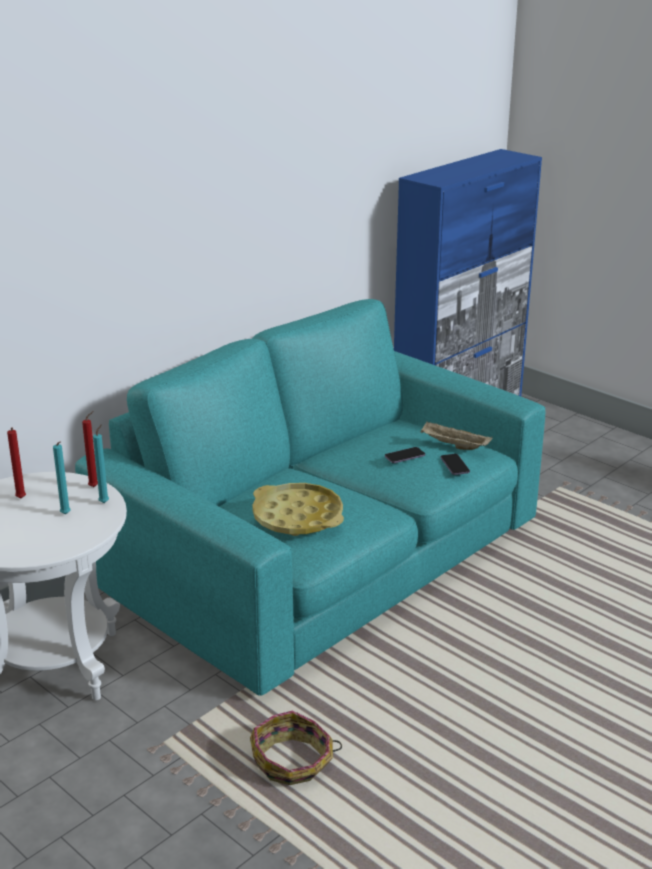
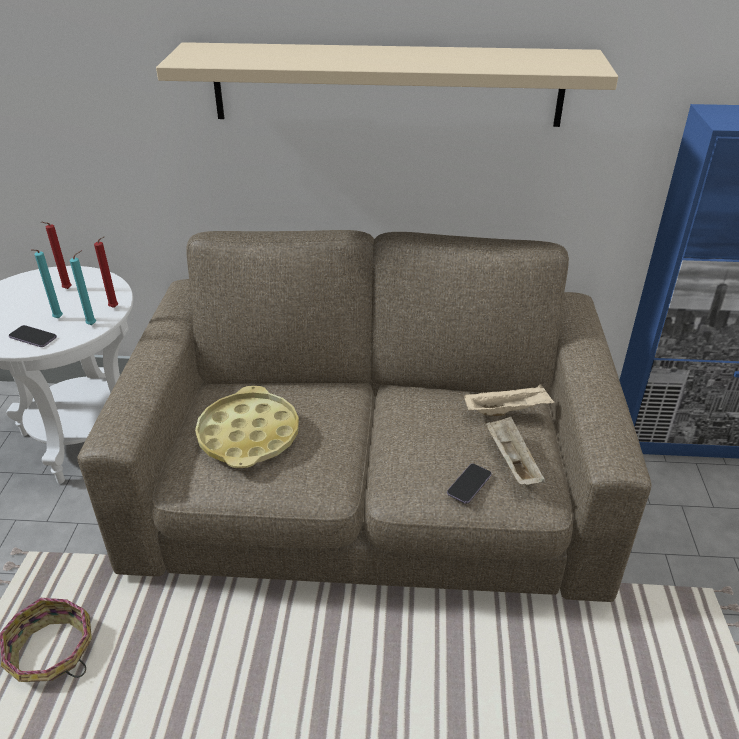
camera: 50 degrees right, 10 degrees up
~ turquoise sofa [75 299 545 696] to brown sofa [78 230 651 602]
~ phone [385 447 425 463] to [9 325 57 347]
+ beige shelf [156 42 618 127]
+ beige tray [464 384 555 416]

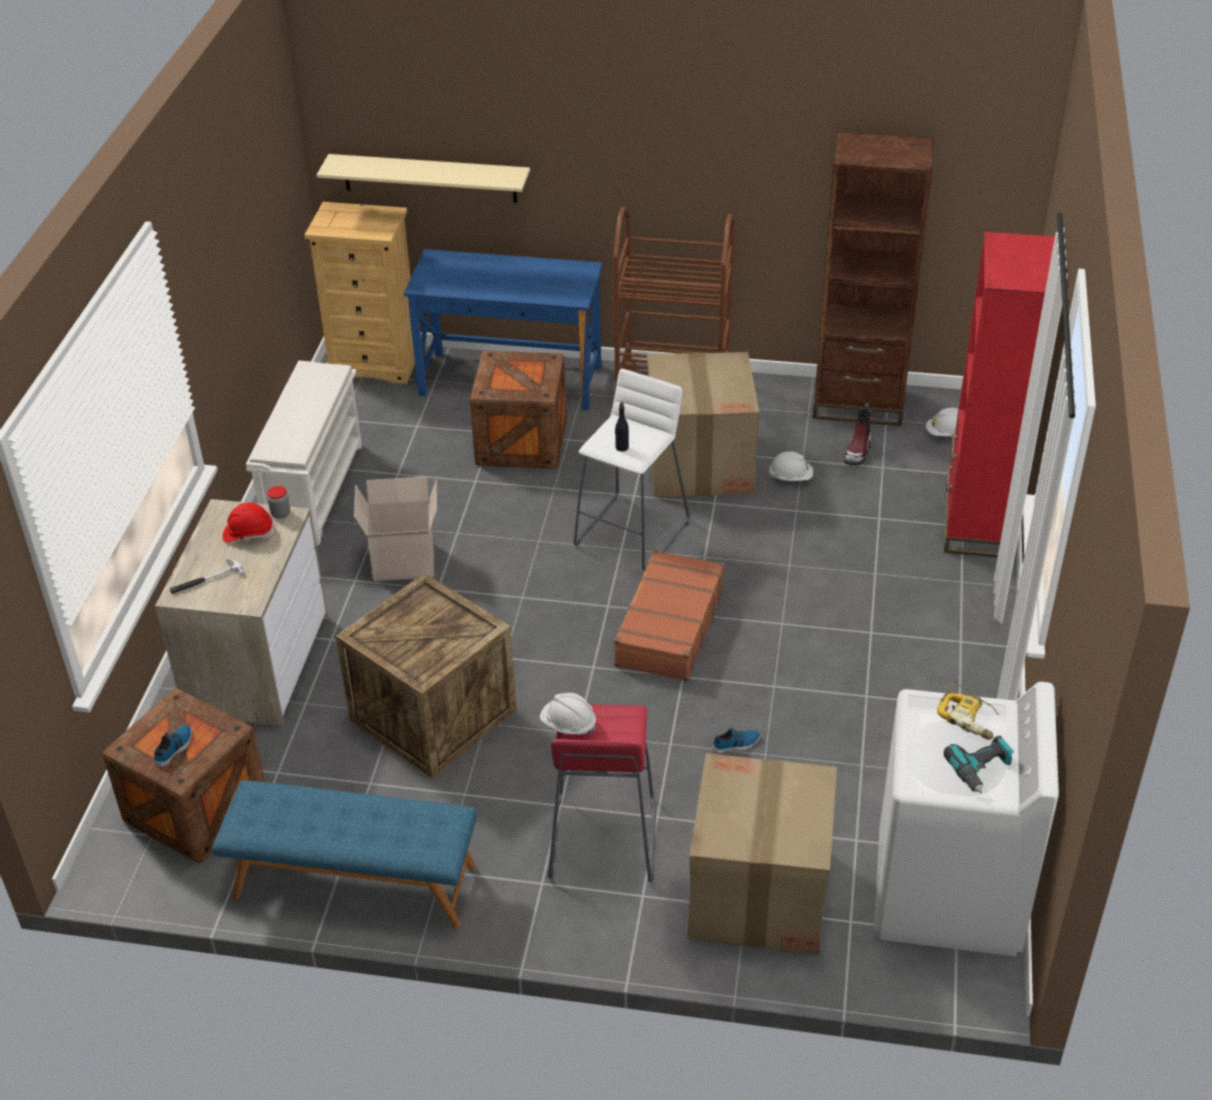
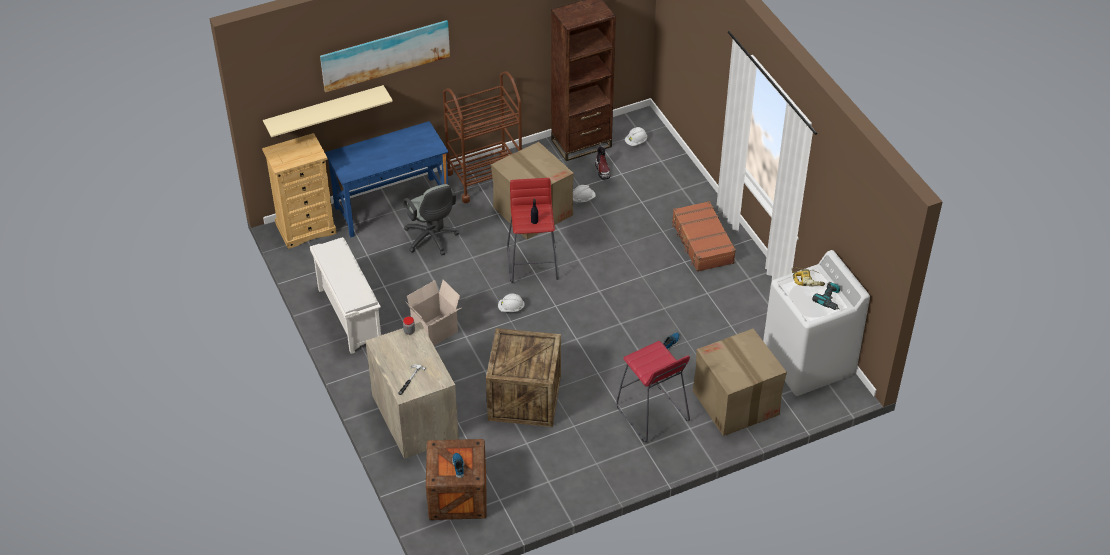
camera: 35 degrees left, 5 degrees up
- blue bench [212 780 477 928]
- red hard hat [223 503 275 543]
~ crate [470 350 567 469] to grey office chair [403 184 459 255]
~ white hard hat [540 693 596 735] to [498 294 525 312]
~ white stool [574 369 690 570] to red stool [507 178 559 283]
~ brown suitcase [612 550 724 681] to [672 201 736 272]
- red bookcase [944 232 1055 558]
+ picture [320 20 450 92]

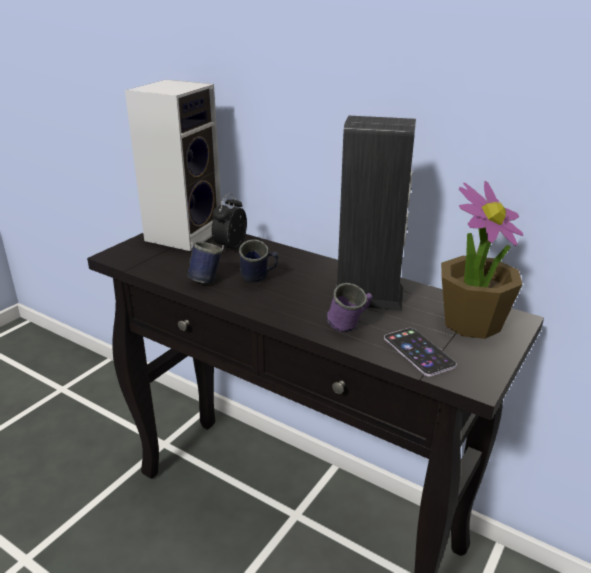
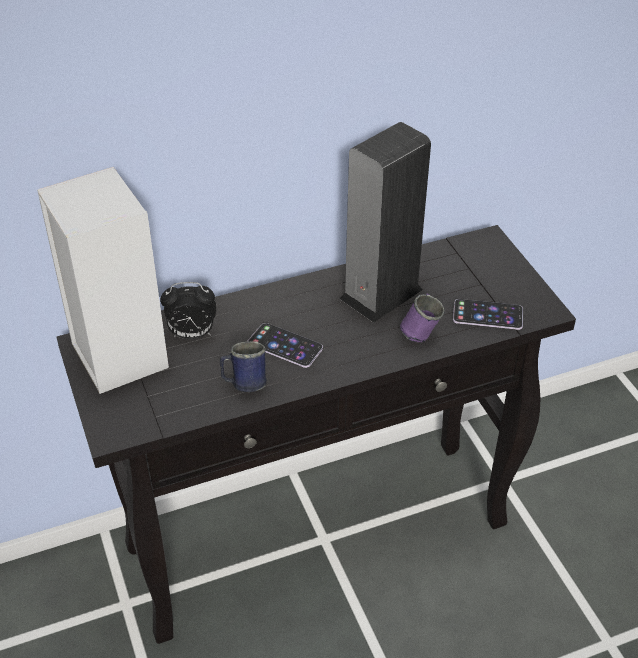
camera: 55 degrees left, 15 degrees up
~ alarm clock [212 193 247 252] = [160 282 216 339] 60 degrees counterclockwise
~ blue mug [239 239 278 283] to phone [248 323 323 368]
- potted plant [441 181 523 339]

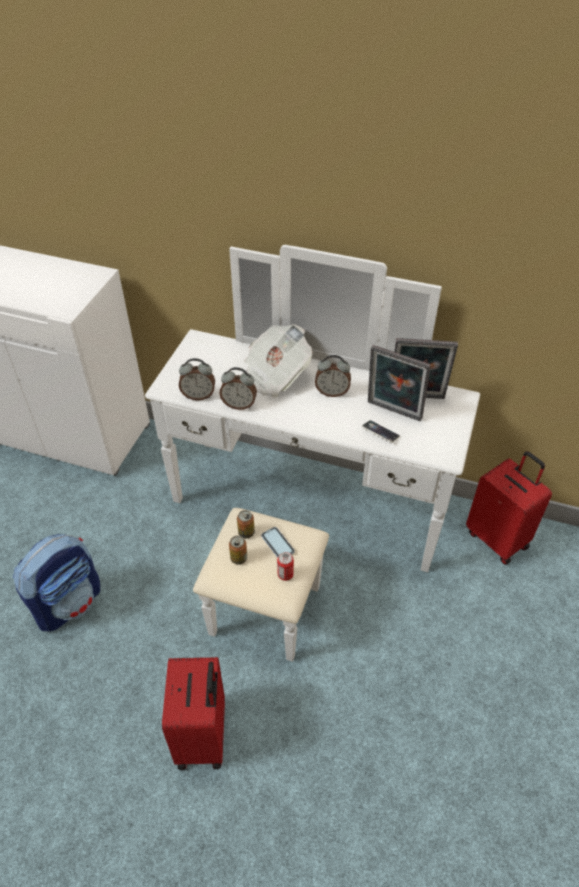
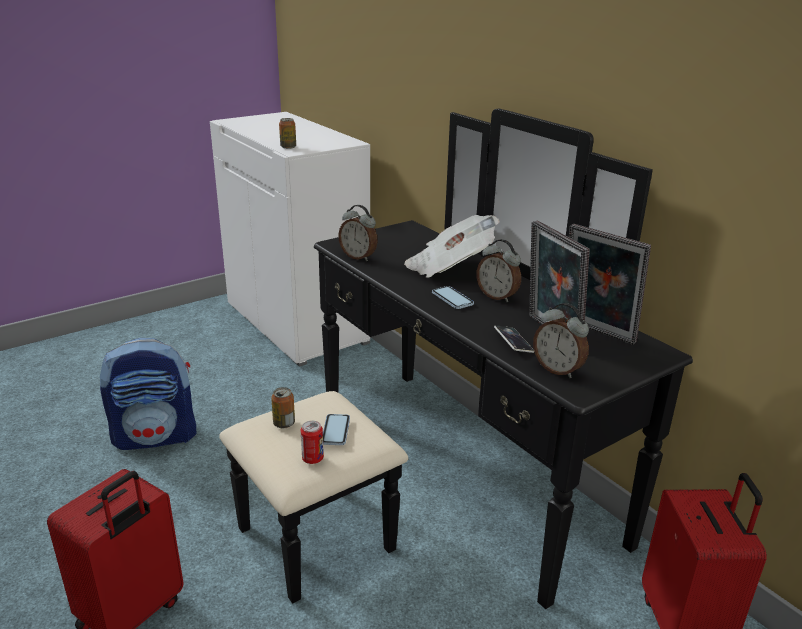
camera: 35 degrees right, 20 degrees down
~ white dresser [145 245 480 662] to black dresser [219 108 693 609]
~ alarm clock [219 367 257 410] to [533 303 589 378]
~ can [237 510 255 538] to [279 118 296 149]
+ phone [432 286 474 309]

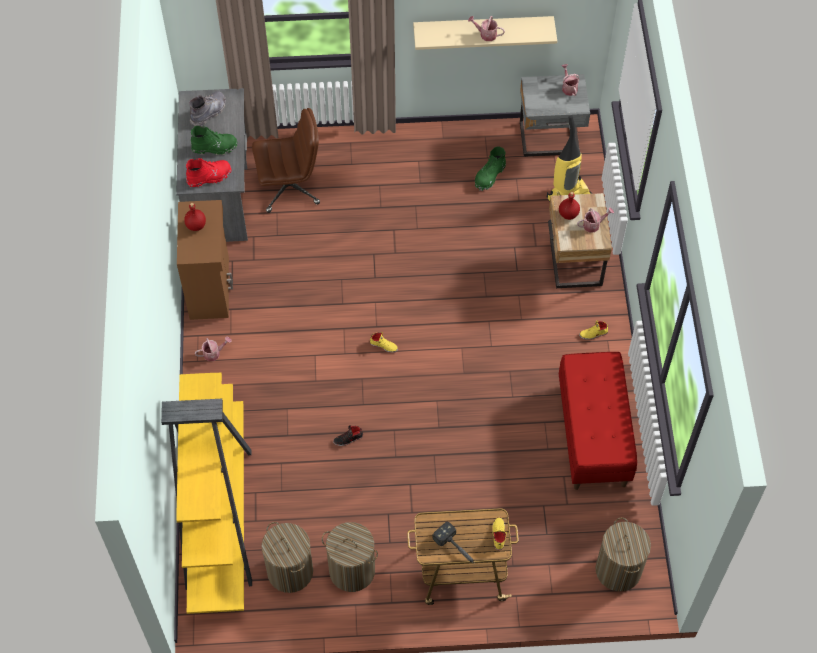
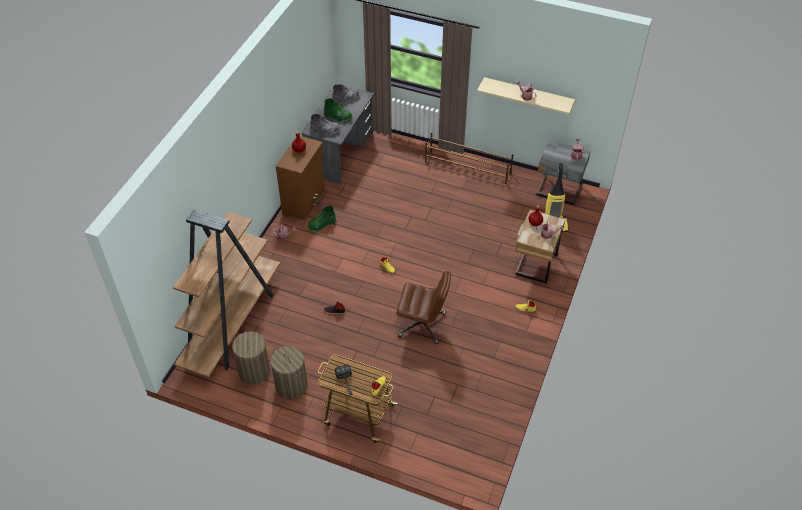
camera: 25 degrees right, 10 degrees down
~ yellow bookcase [161 373 252 614] to brown bookcase [173 209 280 377]
~ red boot [186 158 232 188] to grey boot [310 114 341 136]
~ brown office chair [252 108 320 213] to [396 271 451 344]
~ green boot [475 146 506 191] to [308 206 336 232]
- red bench [559 352 637 490]
- laundry basket [595 518 651 591]
+ brown shoe rack [425 133 513 184]

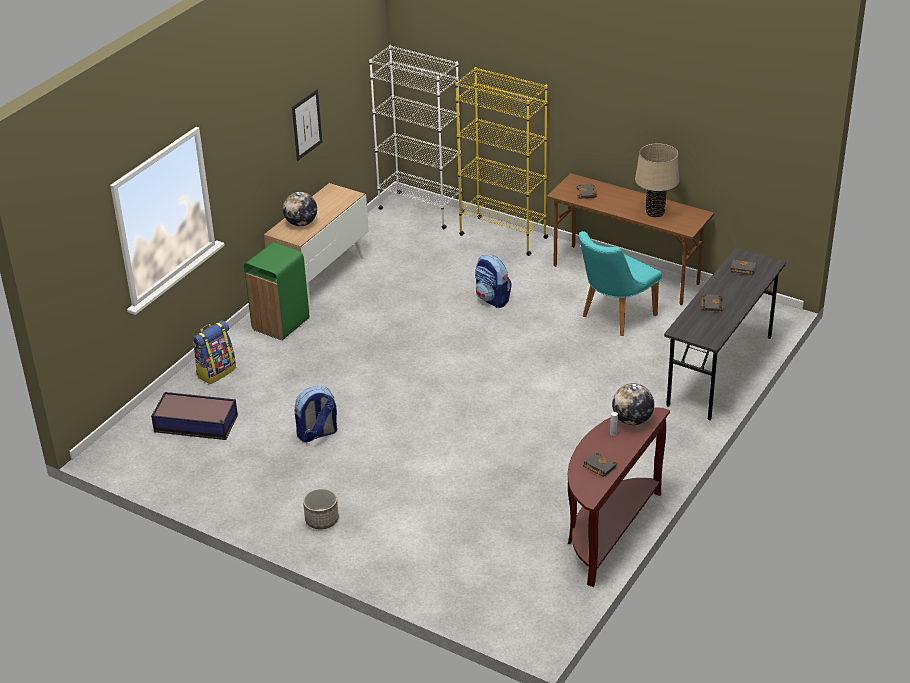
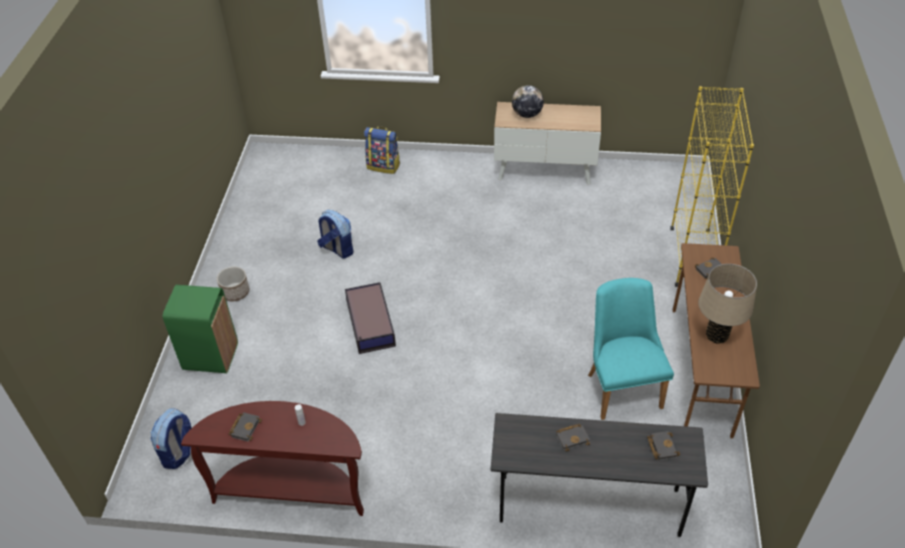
camera: 65 degrees right, 10 degrees up
~ storage box [151 392 238 440] to [345 282 396 354]
~ green trash can [244 243 309 340] to [163 285 238 373]
- picture [292 89 322 161]
- white bookcase [369 45 465 229]
~ backpack [475 255 512 308] to [151 408 191 469]
~ turquoise chair [579 231 662 336] = [588 278 674 420] 60 degrees clockwise
- globe [612 383 654 425]

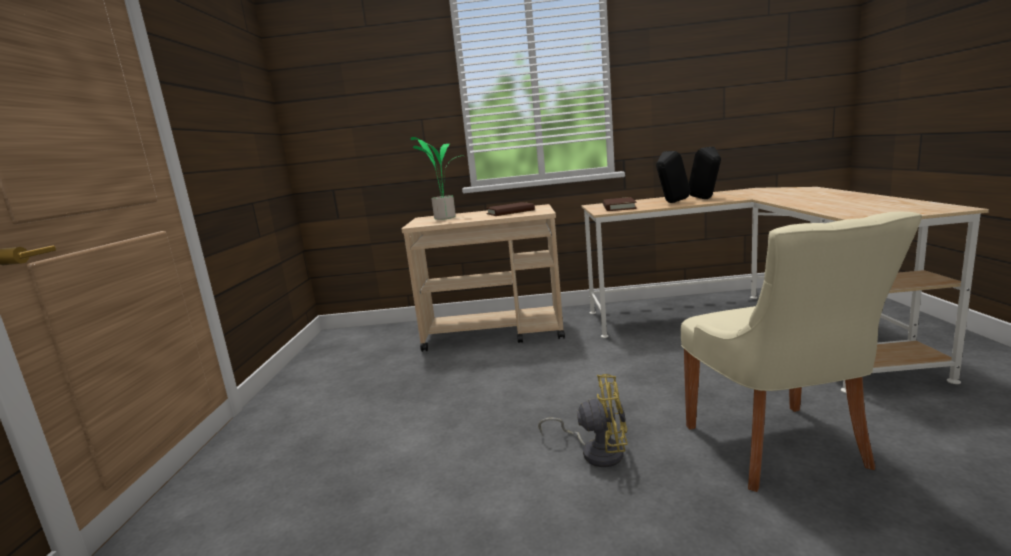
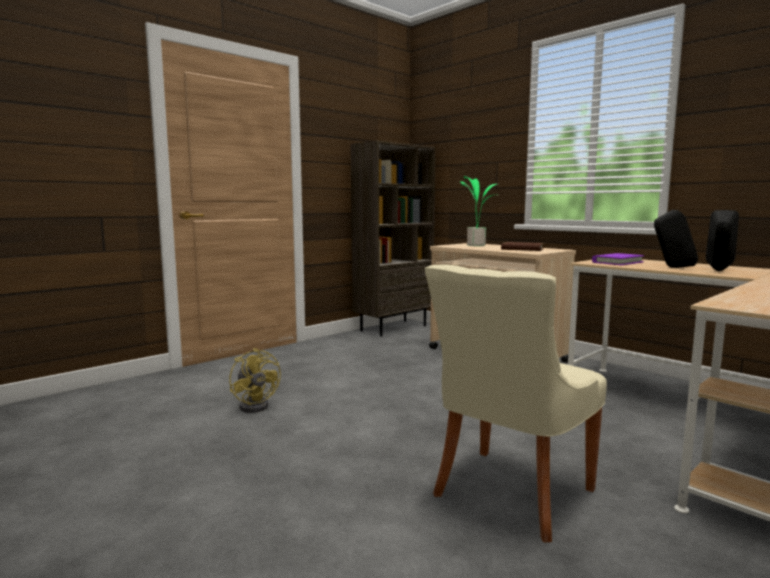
camera: 45 degrees right, 5 degrees down
~ yellow fan [538 374 627 467] to [229 348 281 413]
~ brown book [603 197 637 211] to purple book [592 253 645 265]
+ brown bookcase [351 141 436 337]

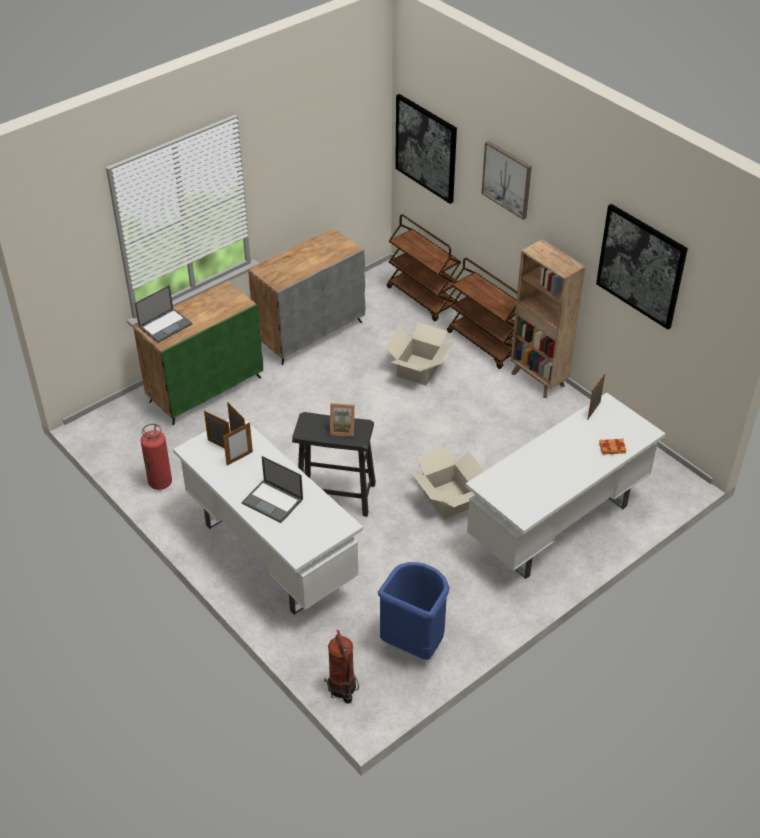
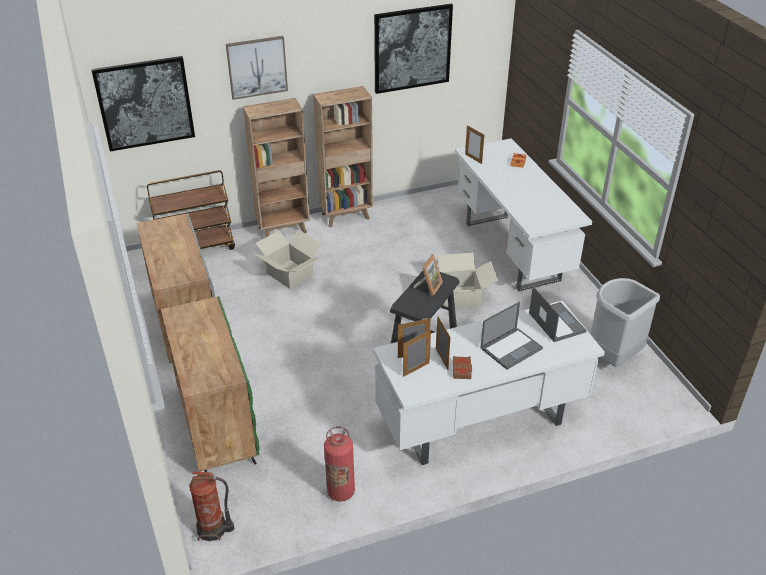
camera: 70 degrees left, 5 degrees down
~ laptop [135 285 192 343] to [529 286 587 342]
~ fire extinguisher [324 630 359 704] to [189 472 234 541]
~ blue trash can [378 562 449 660] to grey trash can [591 278 660 367]
~ brown cart [447 258 517 369] to brown bookcase [243 98 310 238]
+ brown book [453 356 472 379]

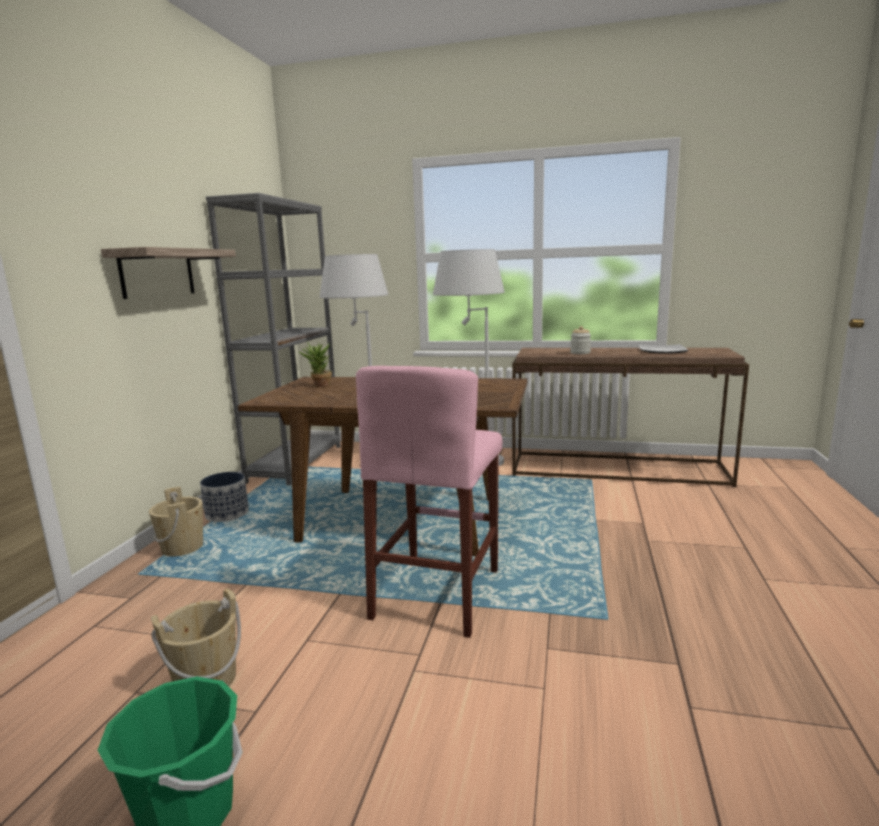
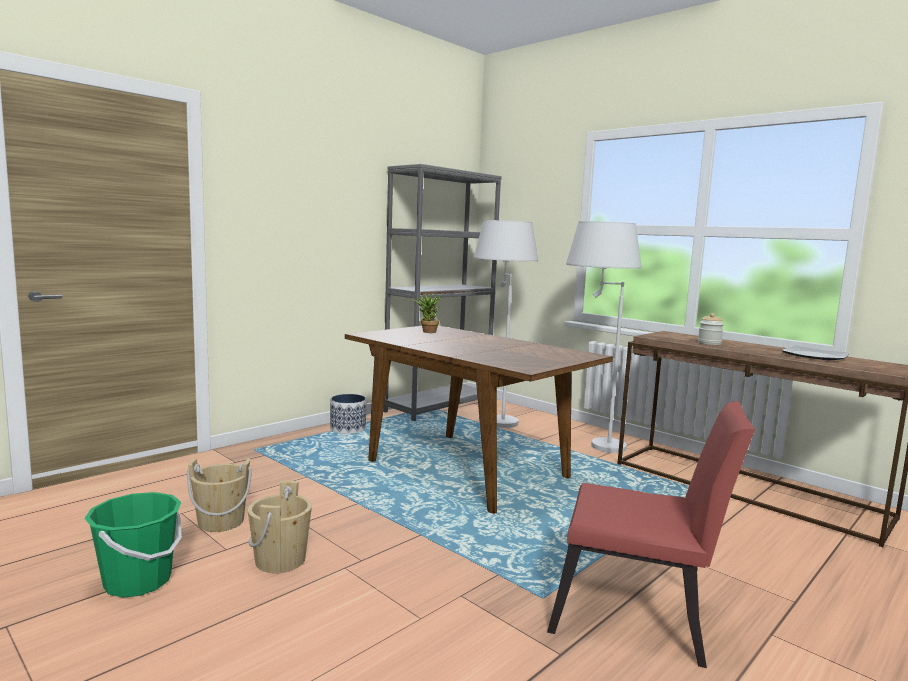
camera: 30 degrees right, 5 degrees down
- shelf [101 247 236 299]
~ beige bucket [149 486 203 556] to [248 481 312 573]
- pink stool [356 366 502 638]
+ red chair [547 401 755 668]

